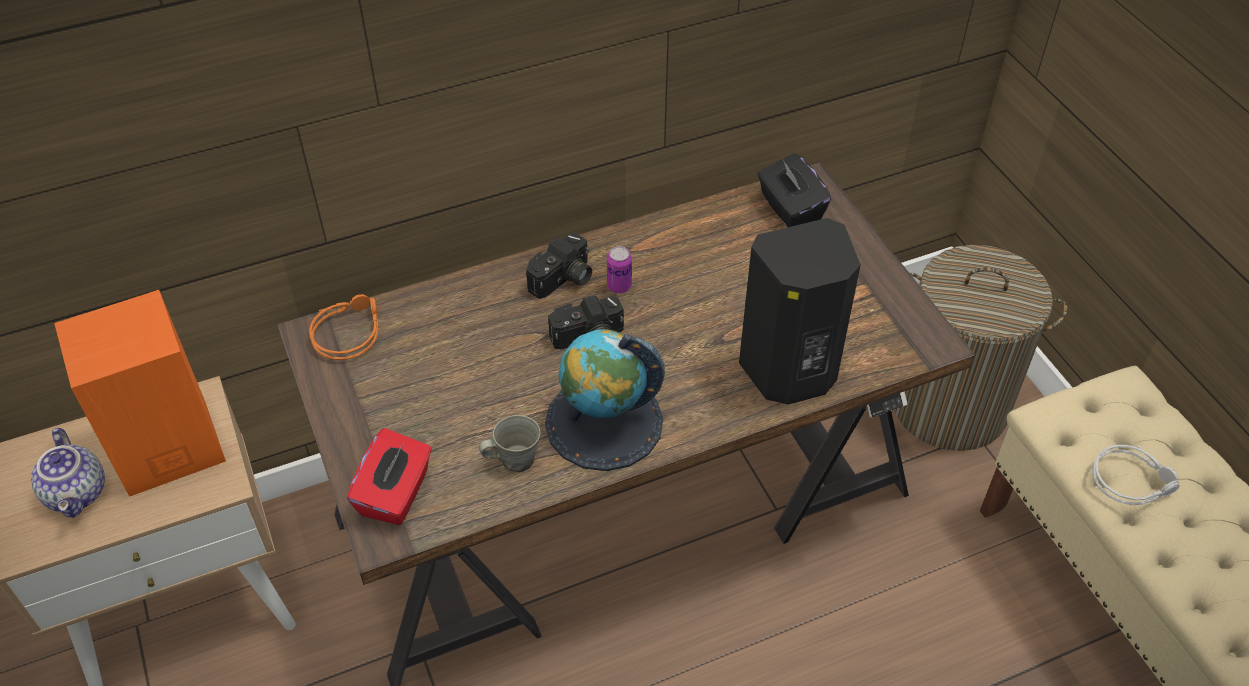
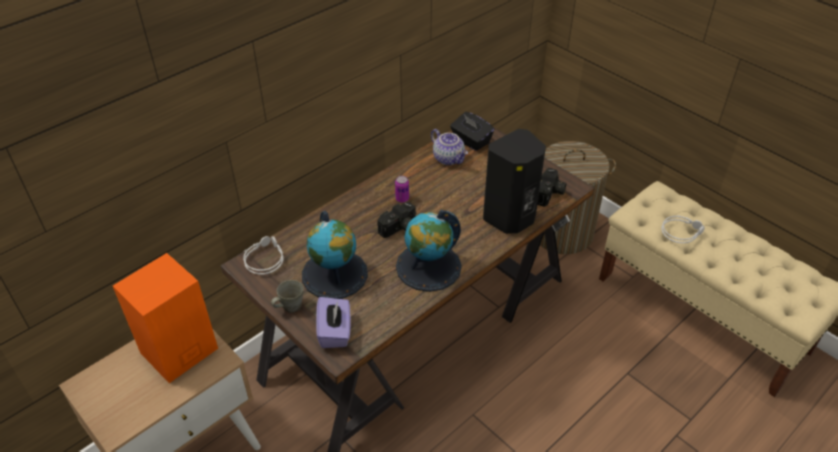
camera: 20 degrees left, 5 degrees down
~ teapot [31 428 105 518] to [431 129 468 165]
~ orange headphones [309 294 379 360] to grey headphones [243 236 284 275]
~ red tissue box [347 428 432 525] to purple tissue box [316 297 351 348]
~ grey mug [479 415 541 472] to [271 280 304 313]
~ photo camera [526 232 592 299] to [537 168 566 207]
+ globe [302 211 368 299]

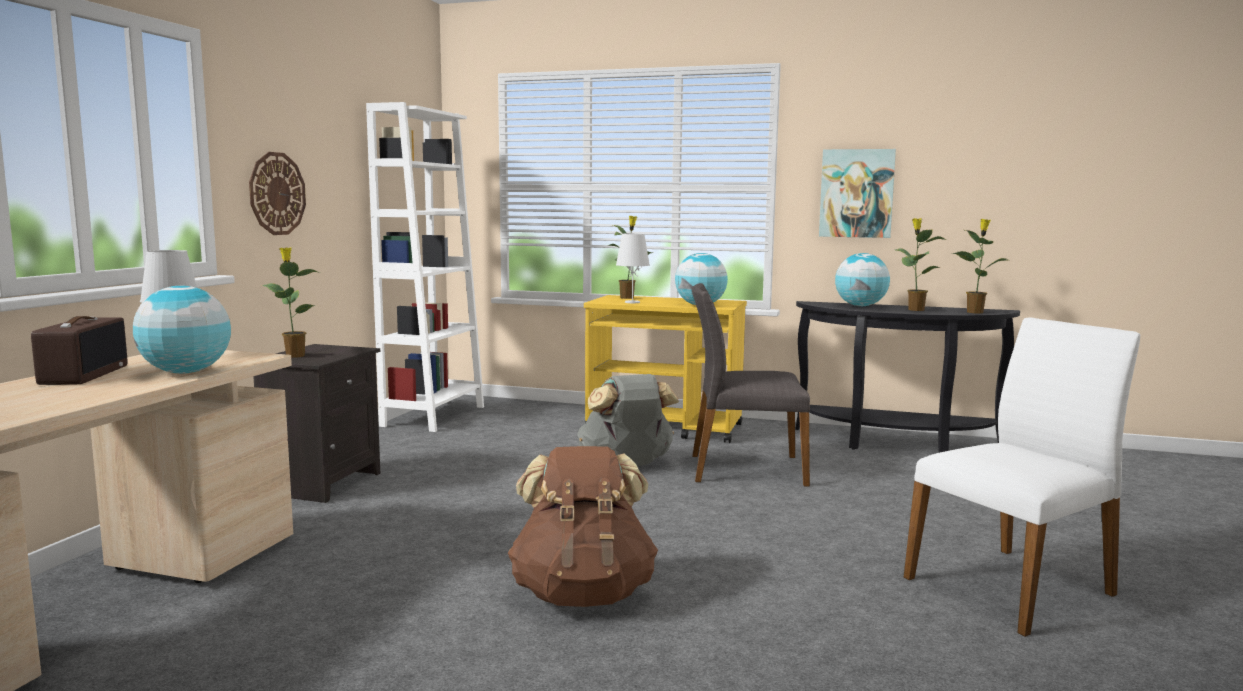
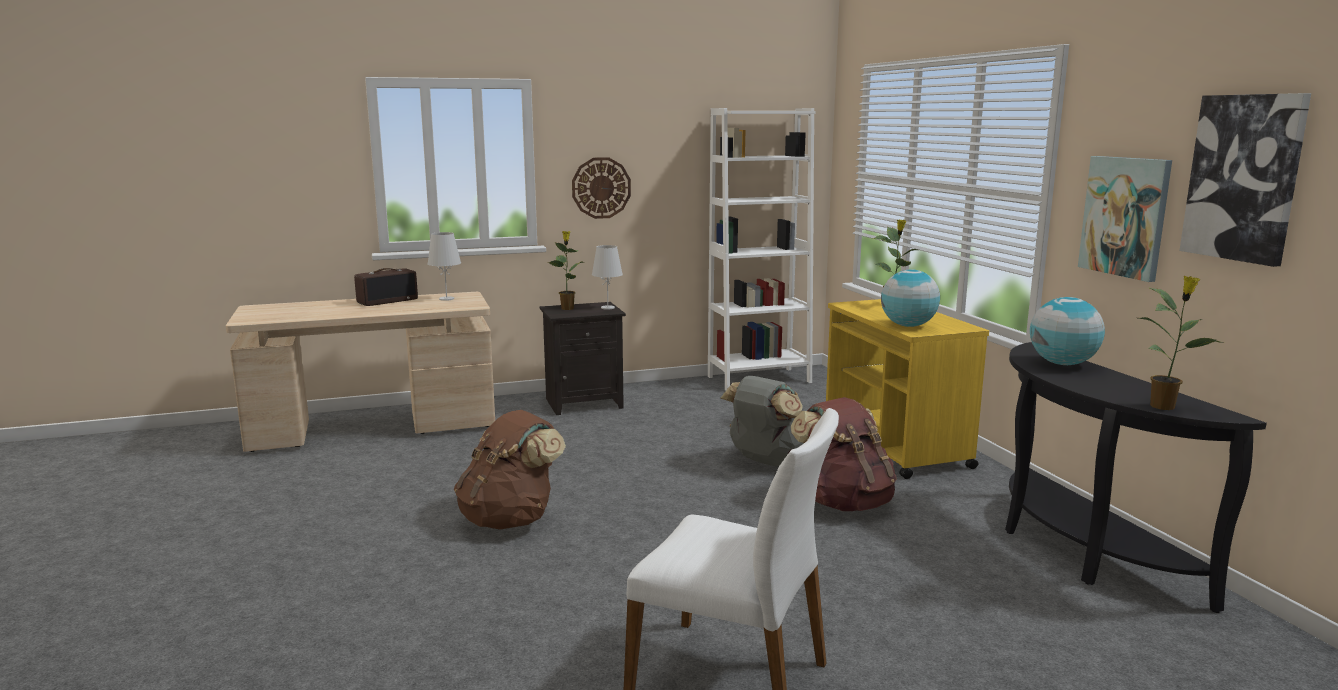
camera: 55 degrees right, 5 degrees up
- globe [133 286 231 374]
~ white table lamp [616 233 650 303] to [592 245 623 310]
~ grey chair [692 283 810 487] to brown backpack [791 397 897 511]
- potted plant [896 218 946 311]
+ picture [1179 93 1311 267]

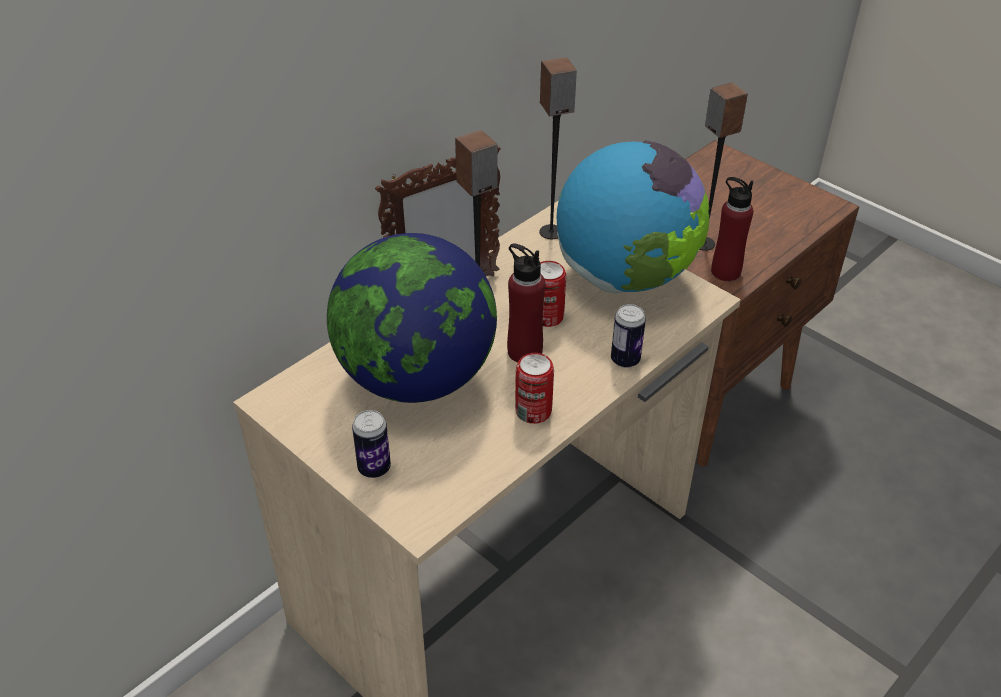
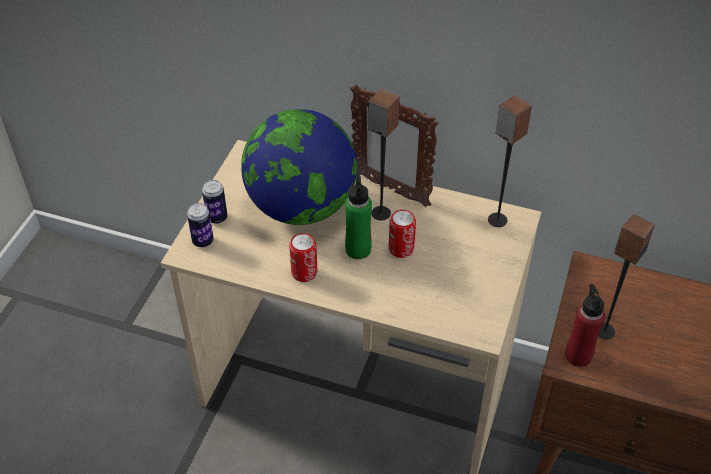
camera: 65 degrees right, 5 degrees up
~ red bottle [507 244 545 362] to green bottle [345 173 372 259]
- globe [557 140 710 293]
~ can [611 304 646 368] to [187 203 214 247]

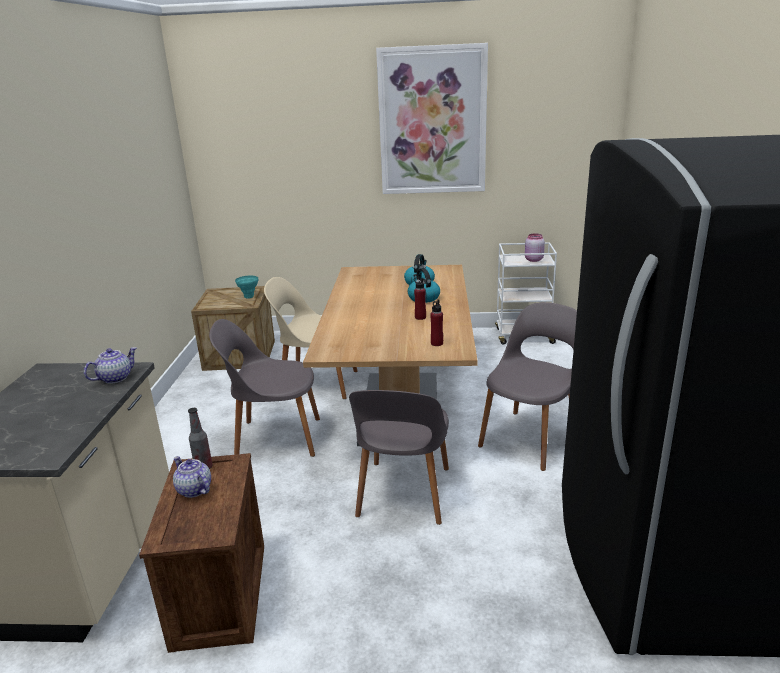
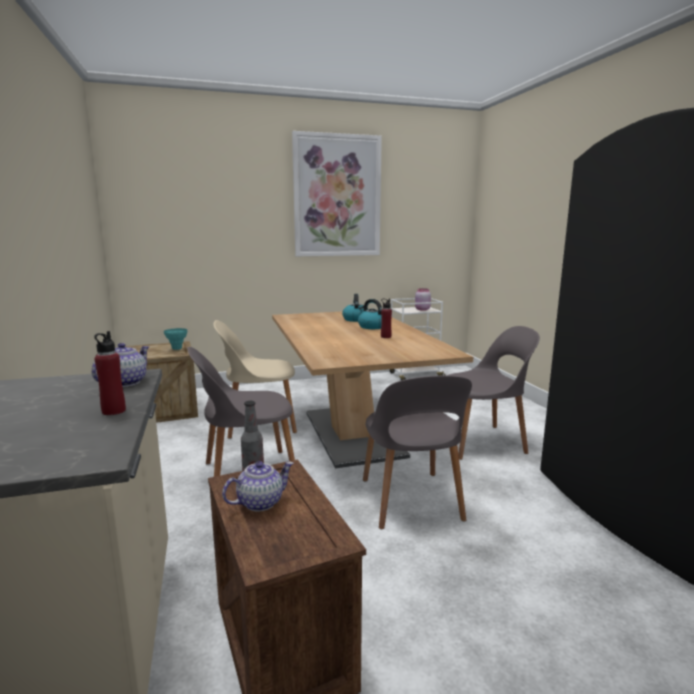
camera: 20 degrees left, 10 degrees down
~ teapot [173 456 211 498] = [222 461 294 511] 120 degrees clockwise
~ red bottle [430 299 443 346] to [94 331 126 415]
~ grey chair [478 302 577 471] = [443 326 540 460] 60 degrees clockwise

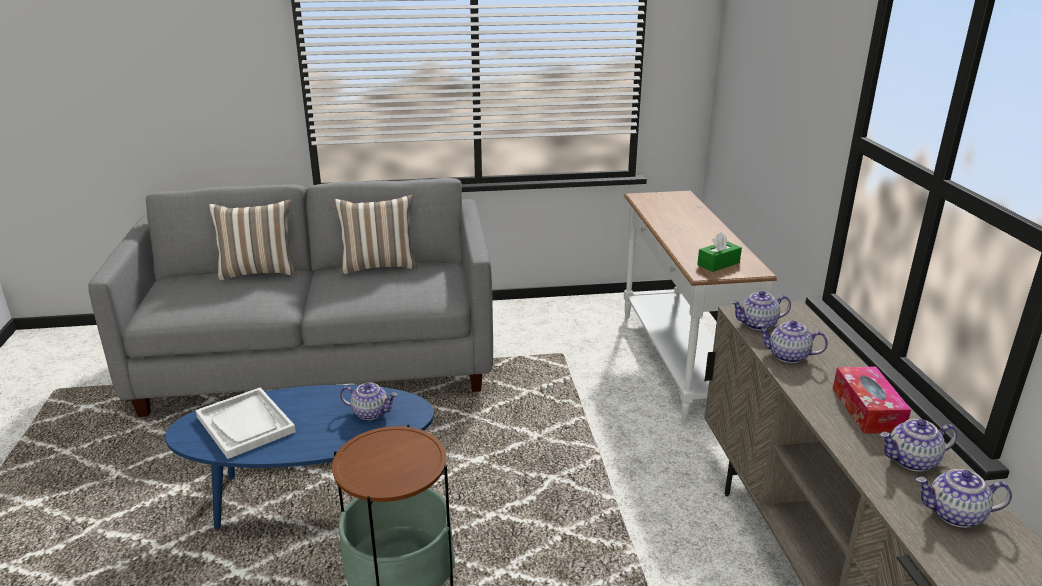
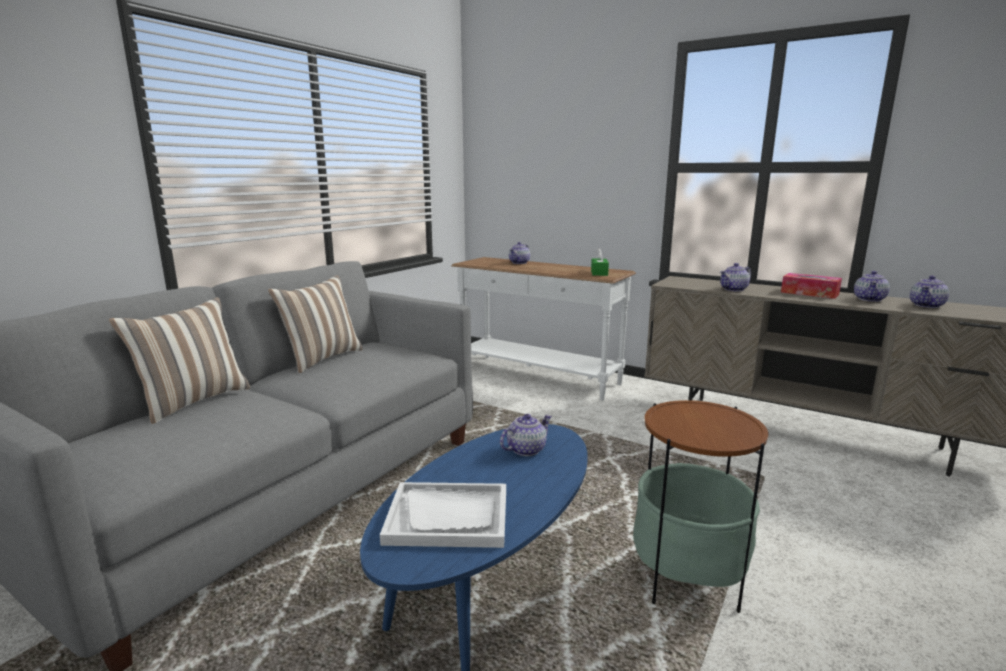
camera: 50 degrees left, 10 degrees down
~ teapot [731 291 791 331] to [509 242 530 264]

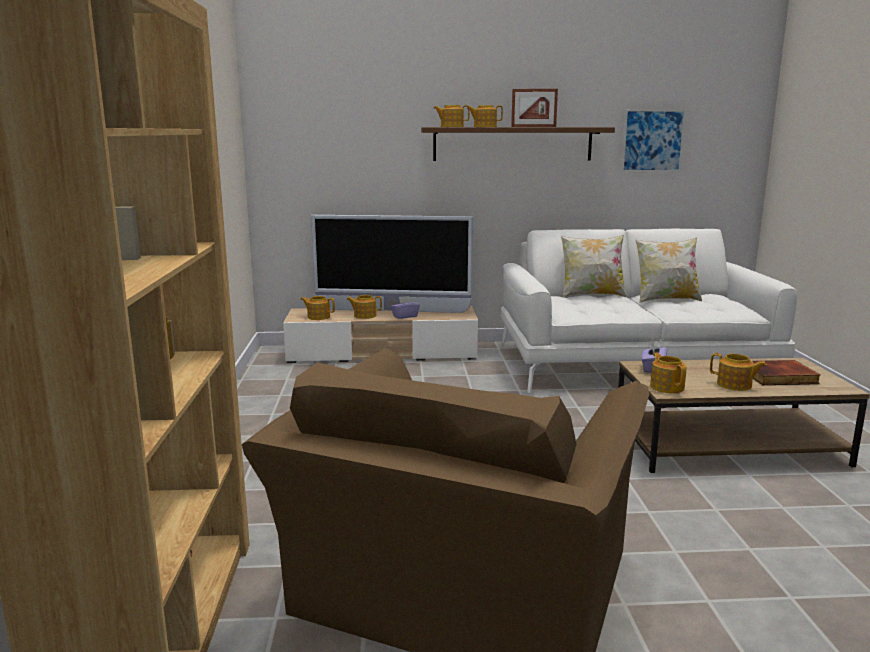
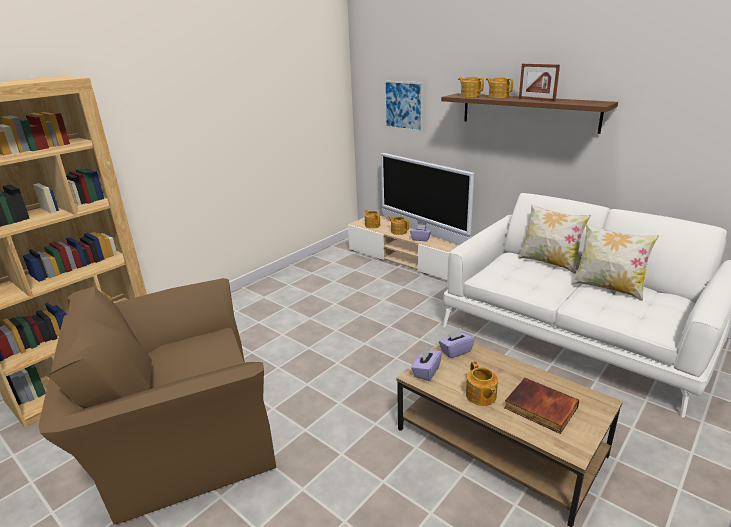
camera: 45 degrees right, 10 degrees up
~ picture [621 109 686 172] to [384 81 423 132]
~ teapot [650 353 687 393] to purple tissue box [411 347 442 381]

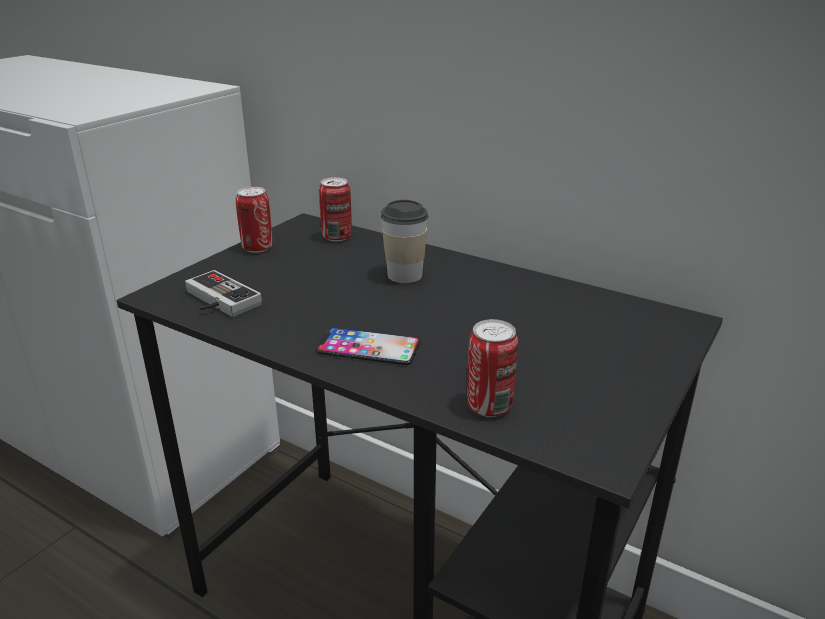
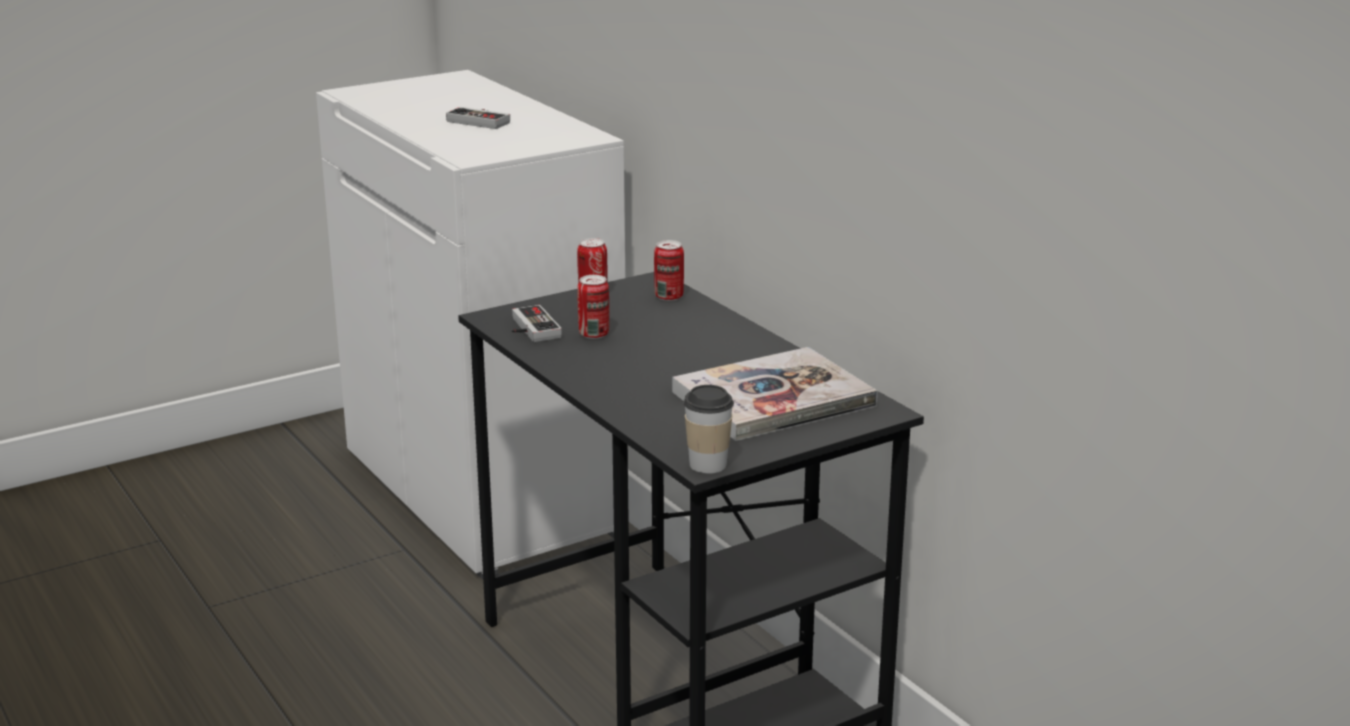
camera: 25 degrees right, 5 degrees down
- phone [316 328 421 365]
~ cup [381 200 428 283] to [684 385 734 474]
~ can [467 319 518 417] to [577 275 609 339]
+ game controller [446 107 510 129]
+ book [672 347 877 441]

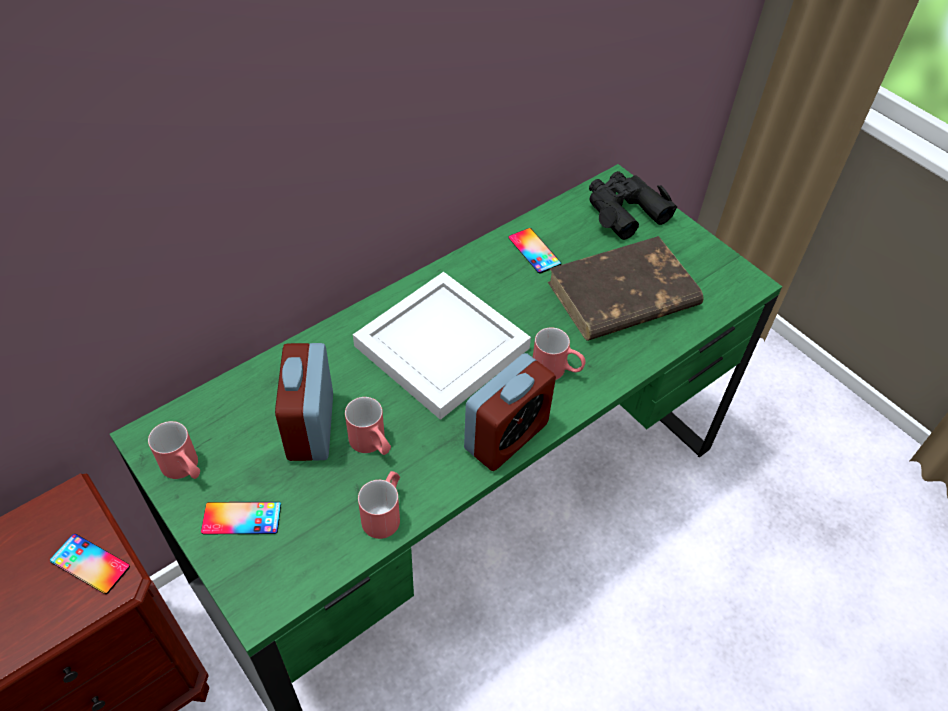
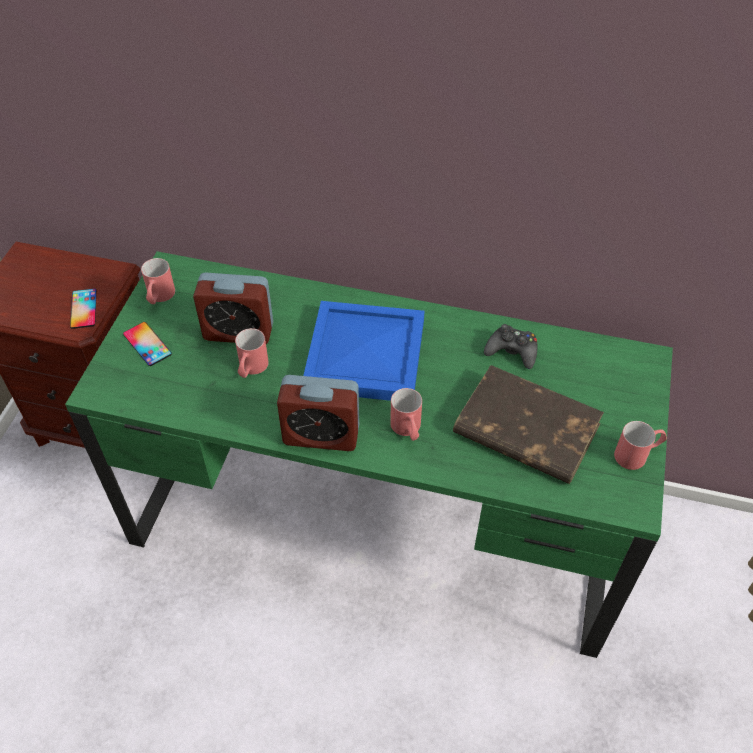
camera: 55 degrees right, 0 degrees up
~ alarm clock [275 343 333 461] = [193 273 273 344] 135 degrees counterclockwise
~ white tray [353 272 531 420] to blue tray [303 301 425 401]
~ red mug [358 471 400 539] to [614 421 667 470]
~ phone [509 228 561 274] to black game controller [484 324 537 369]
- black binoculars [589 171 677 240]

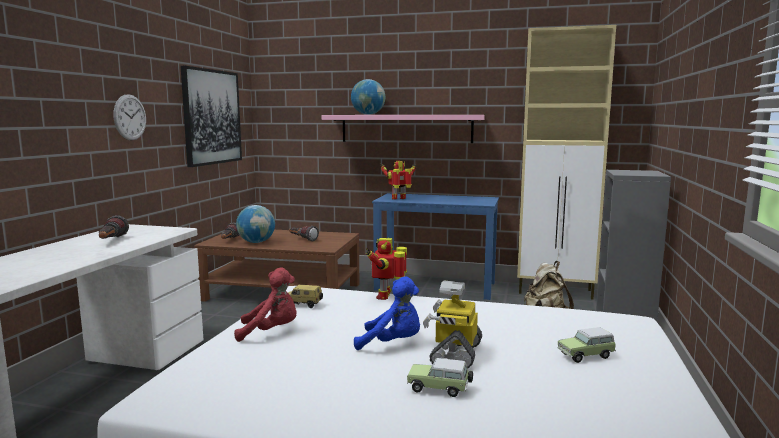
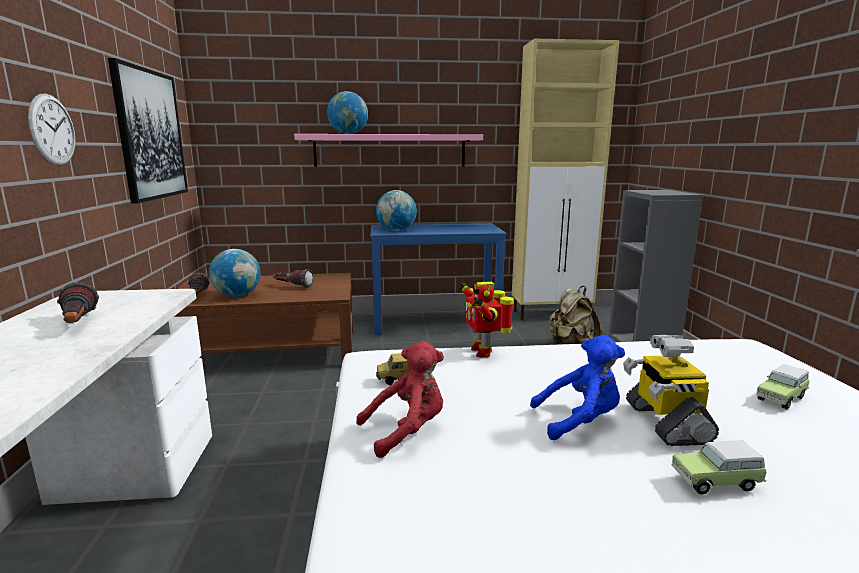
camera: 20 degrees left, 5 degrees up
~ toy robot [380 161 416 200] to globe [376 190 417 231]

